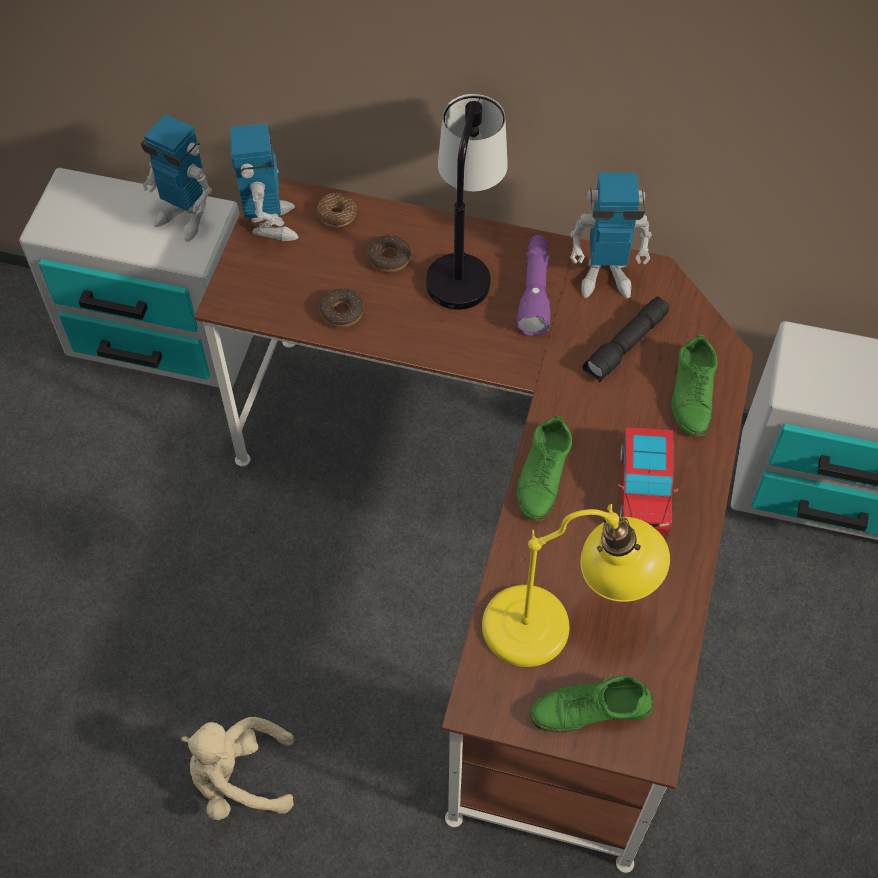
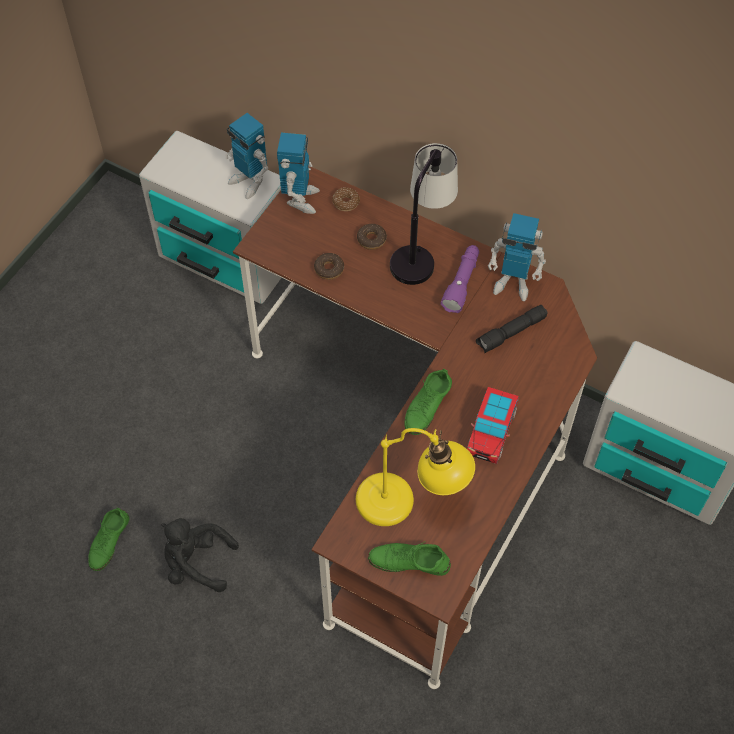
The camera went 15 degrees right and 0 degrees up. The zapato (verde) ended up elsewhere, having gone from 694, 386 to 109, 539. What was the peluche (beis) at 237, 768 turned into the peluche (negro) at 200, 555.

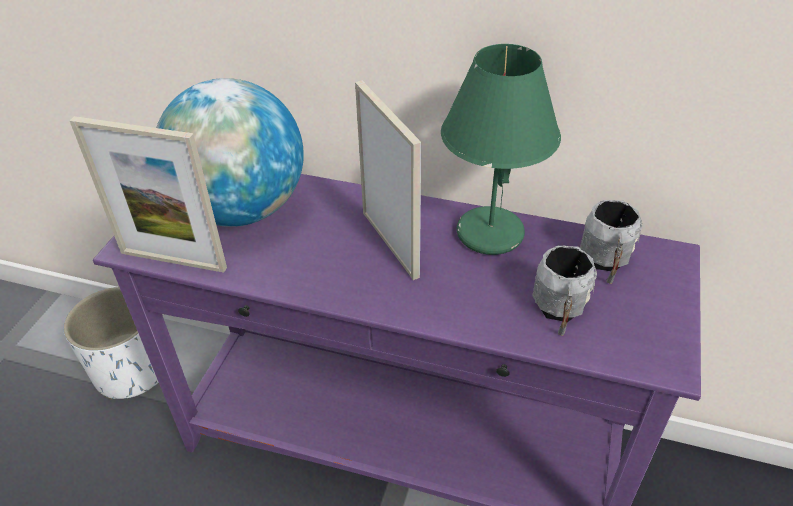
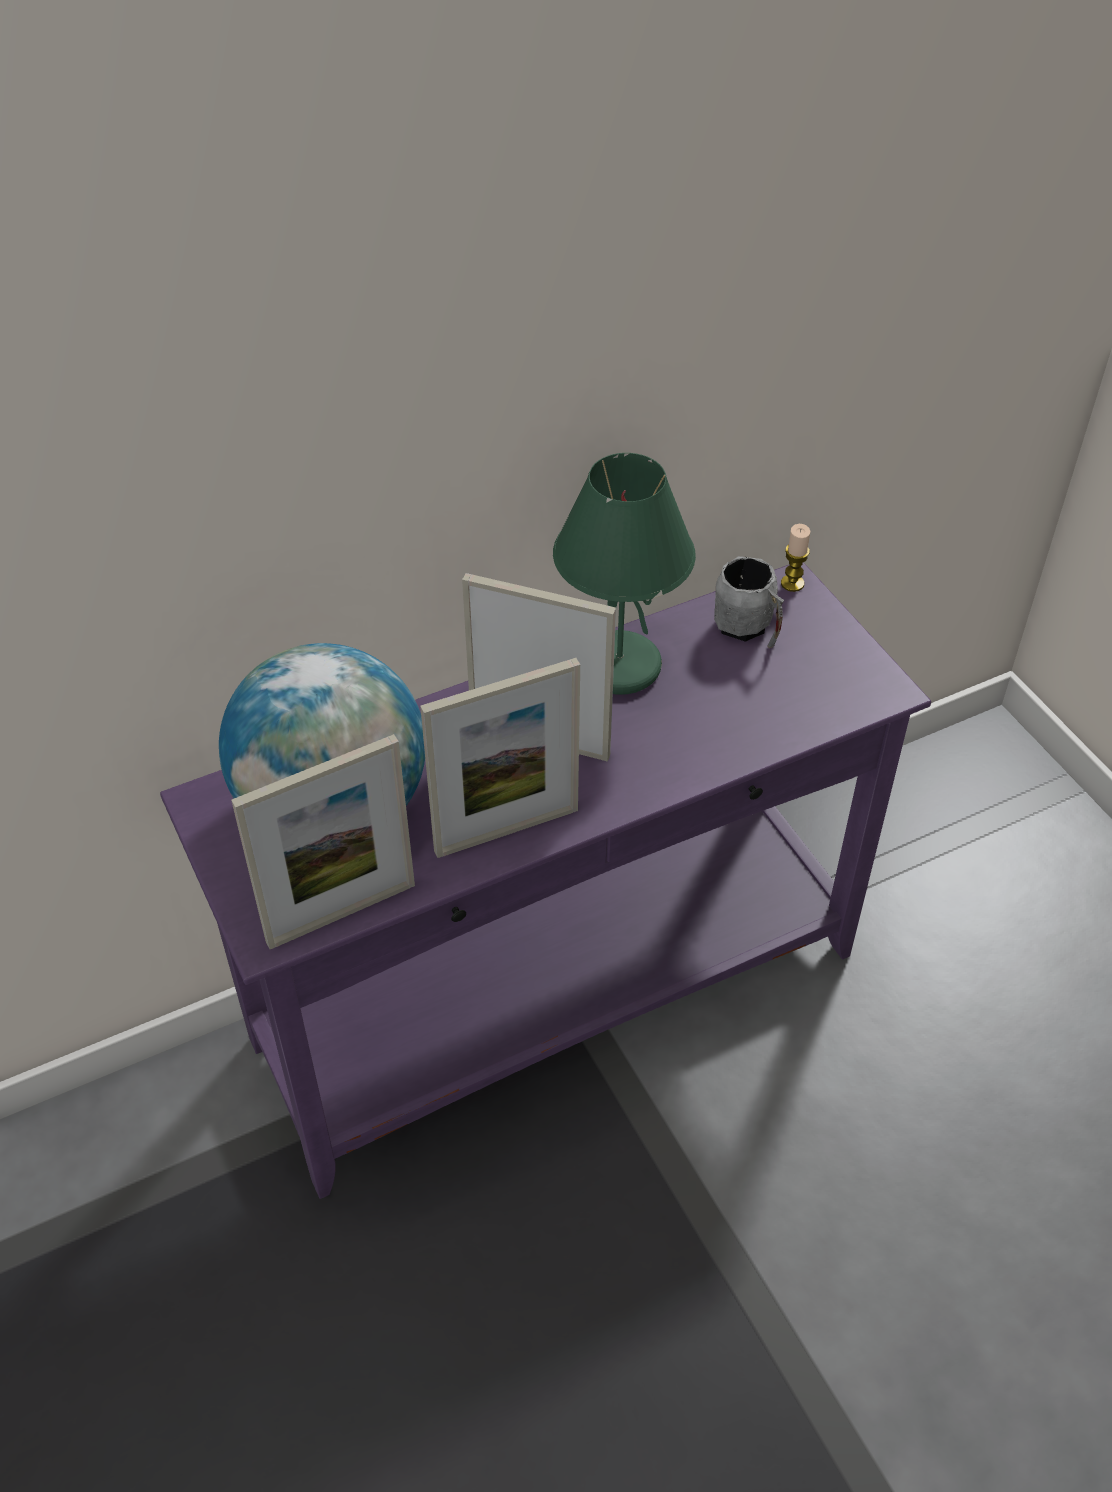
The camera went 45 degrees left and 5 degrees up. The second view gained the portarretratos at 500, 758. The second view gained the vela at 795, 558. The second view lost the maceta (blanco) at 111, 343. The second view lost the taza grande (gris) at 564, 290.

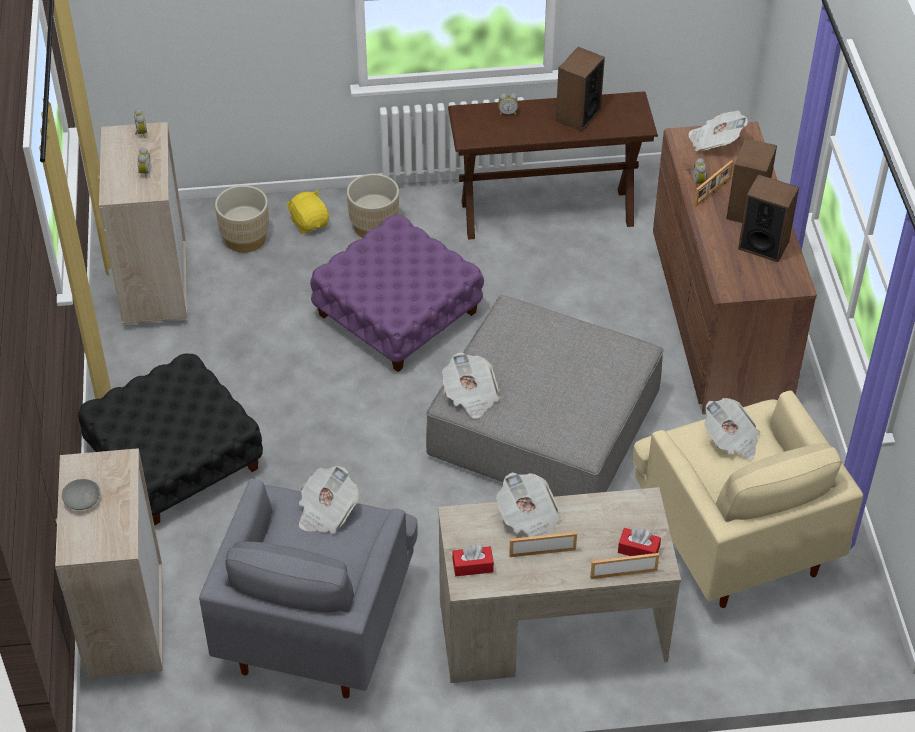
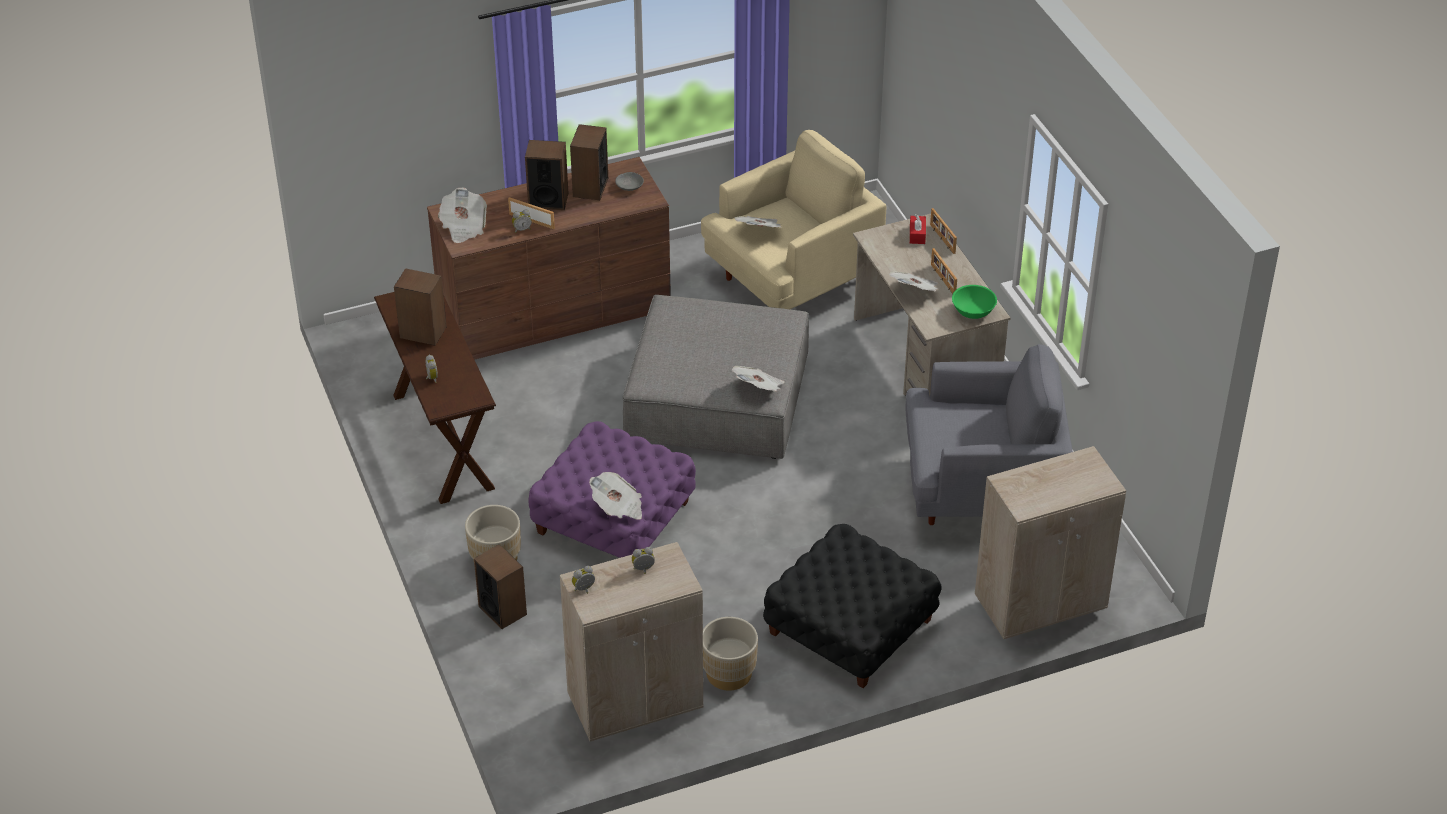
The camera went 105 degrees left and 5 degrees down. Where the peluche (amarillo) stood at 307, 212, the altavoz came to stand at 500, 586. The periódico ended up elsewhere, having gone from 329, 500 to 615, 496. The cuenco (gris) ended up elsewhere, having gone from 81, 494 to 629, 181. The maceta (beis) ended up elsewhere, having gone from 242, 219 to 730, 654. Where the caja de pañuelos (rojo) stood at 473, 560, the cuenco (verde) came to stand at 974, 302.

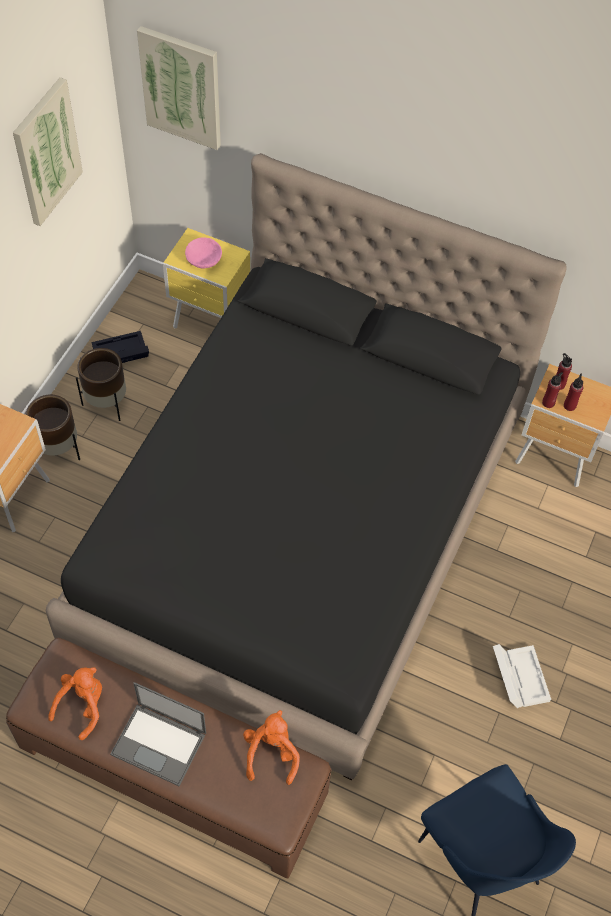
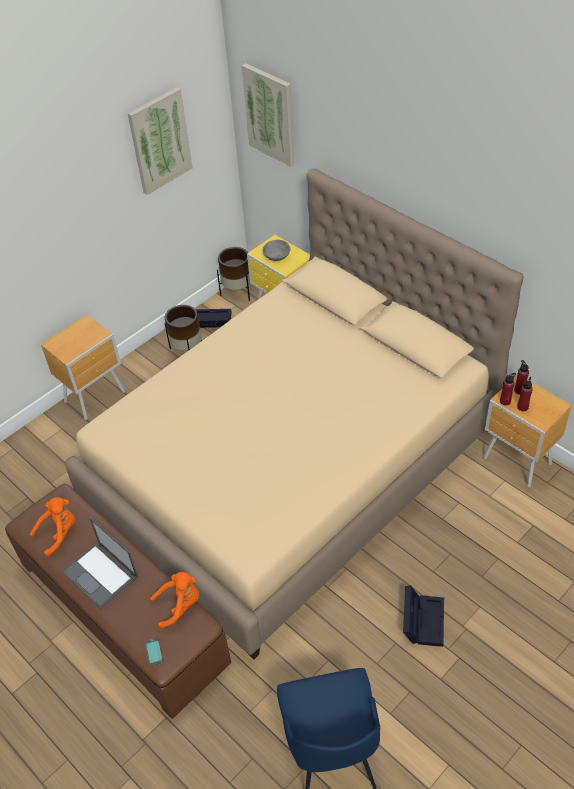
The camera went 25 degrees right and 10 degrees down. What was the cama (negro) at 306, 466 turned into the cama (beis) at 294, 414. The second view gained the móvil at 154, 651. The peluche (naranja) at 271, 747 ended up facing another way, 45 degrees clockwise from before. The maceta (marrón) ended up elsewhere, having gone from 53, 428 to 233, 274. What was the cuenco (rosa) at 203, 252 turned into the cuenco (gris) at 276, 250. What was the caja de almacenaje (blanco) at 522, 676 turned into the caja de almacenaje (negro) at 423, 616.

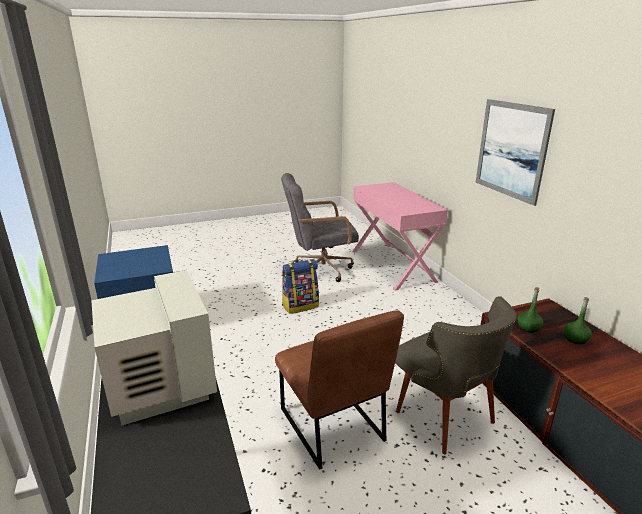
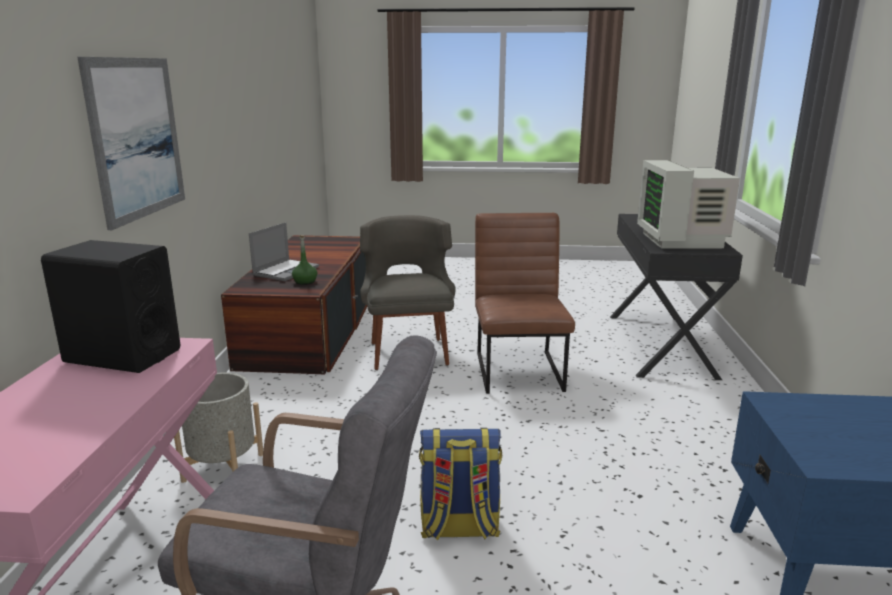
The camera went 155 degrees left and 5 degrees down. The second view gained the altavoz (negro) at 110, 306. The second view gained the maceta (gris) at 218, 427. Where the botella (verde) stood at 578, 320, the portátil came to stand at 284, 251.

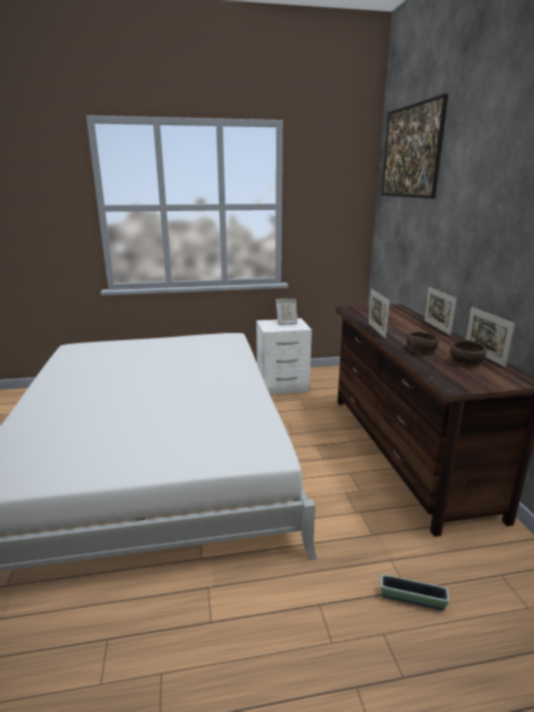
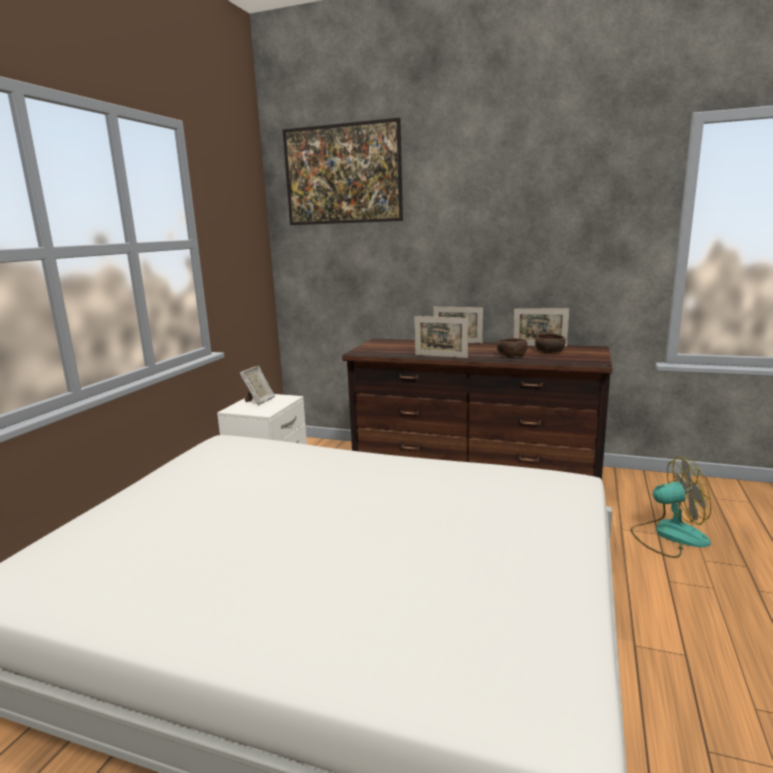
The camera went 60 degrees left and 5 degrees down. Where the maceta stood at 415, 592, the ventilador came to stand at 670, 507.

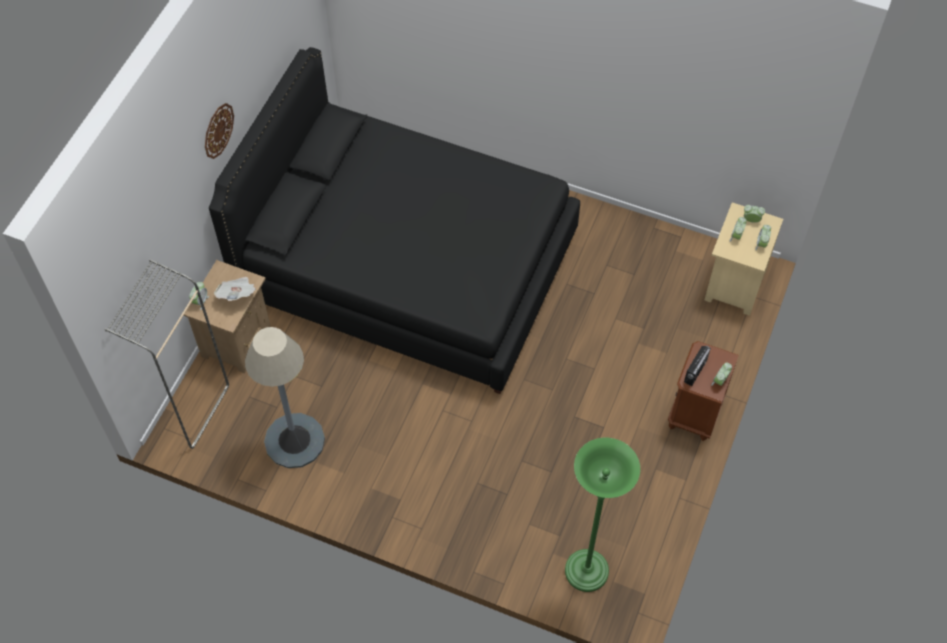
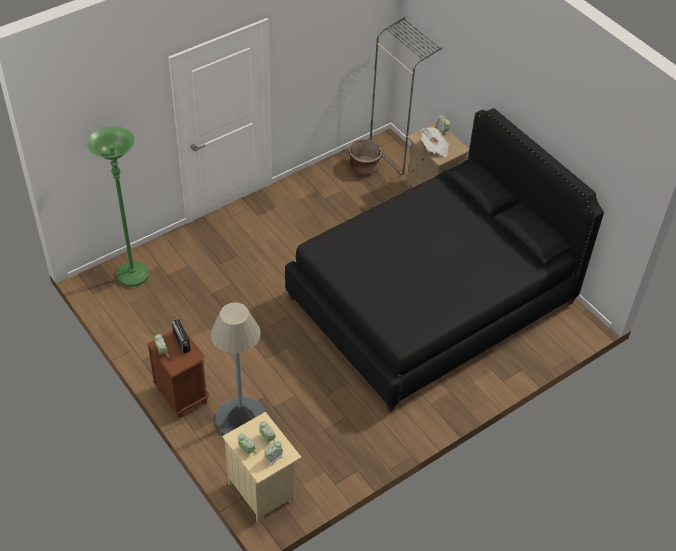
The camera went 120 degrees right and 10 degrees down. The lámpara de pie (gris) ended up elsewhere, having gone from 285, 397 to 238, 368. The second view gained the maceta (marrón) at 366, 157. The second view lost the reloj de pared at 219, 131.

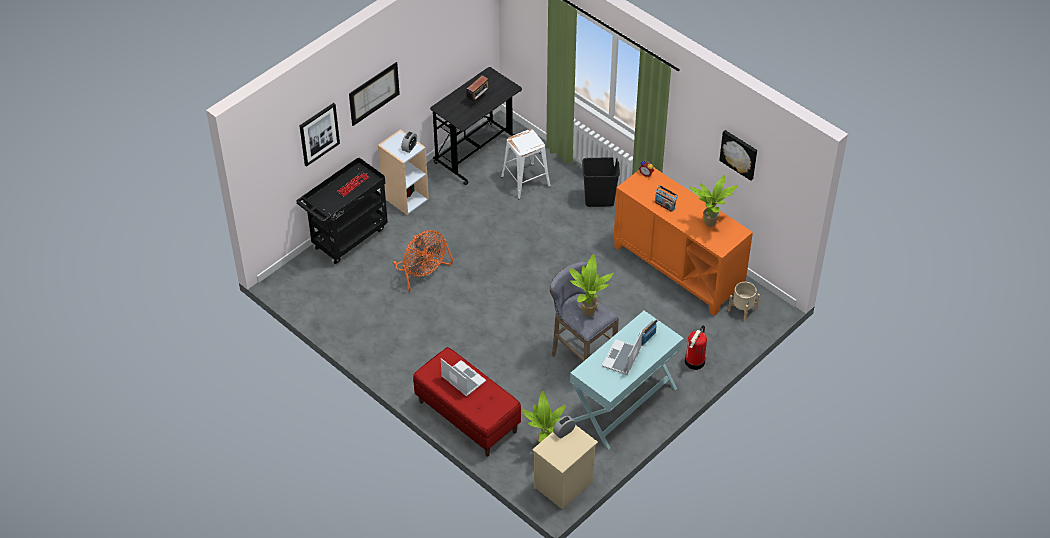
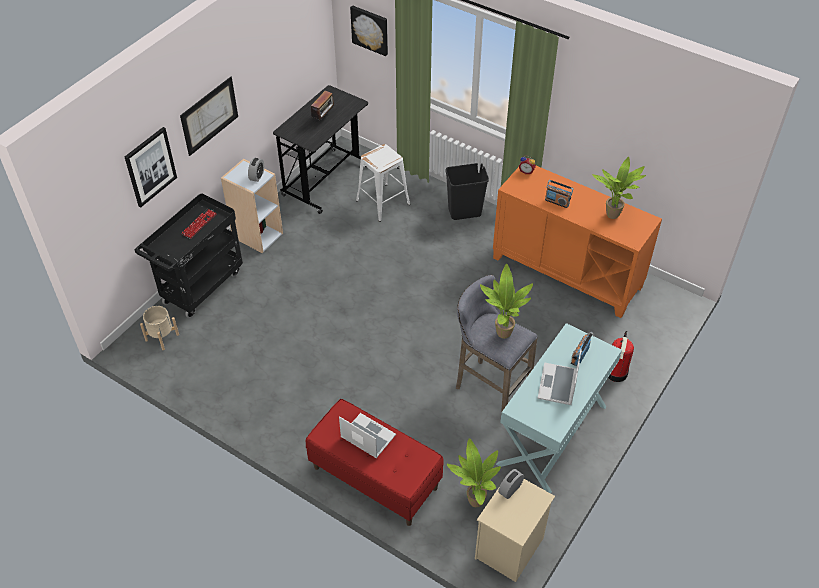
The camera went 10 degrees left and 0 degrees up. The maceta (beis) ended up elsewhere, having gone from 744, 301 to 159, 328. The cuadro ended up elsewhere, having gone from 738, 155 to 369, 30. The second view lost the ventilador (naranja) at 423, 261.

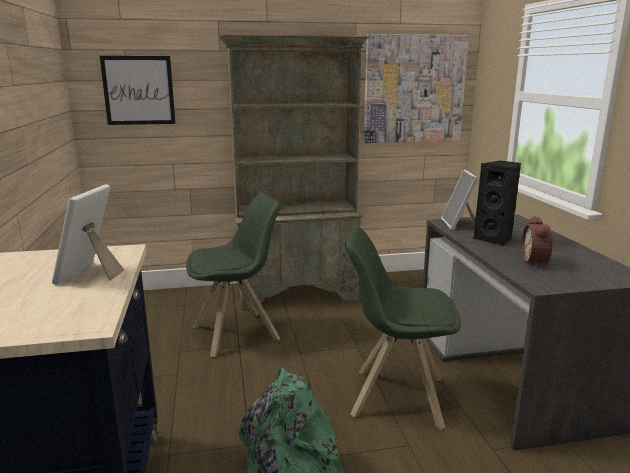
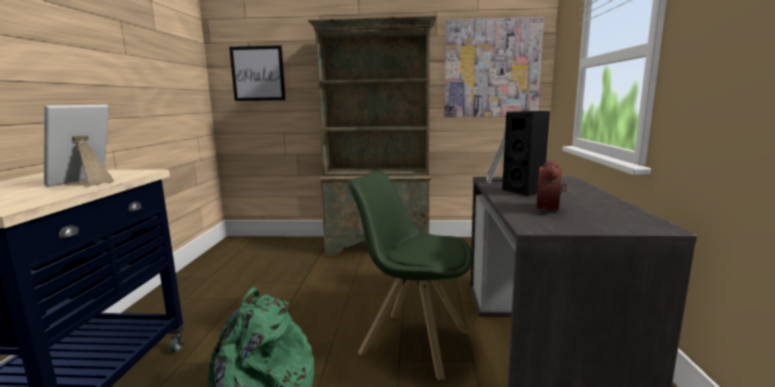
The camera went 15 degrees right and 5 degrees down. The second view lost the silla (verde) at 233, 275.

